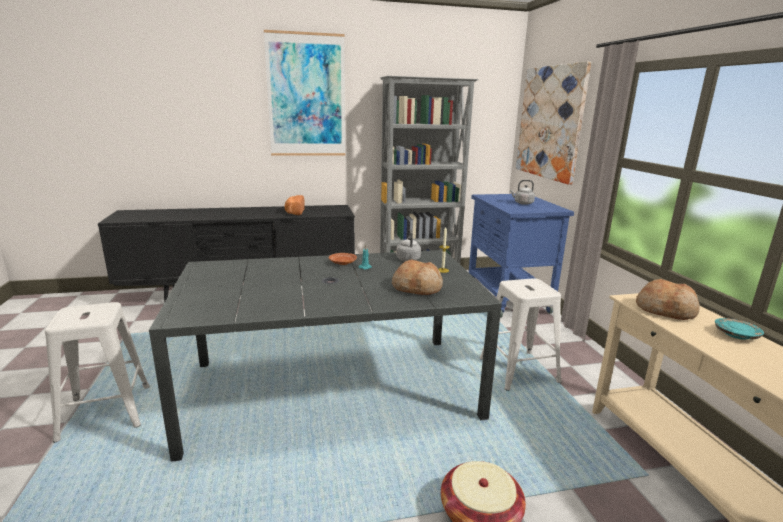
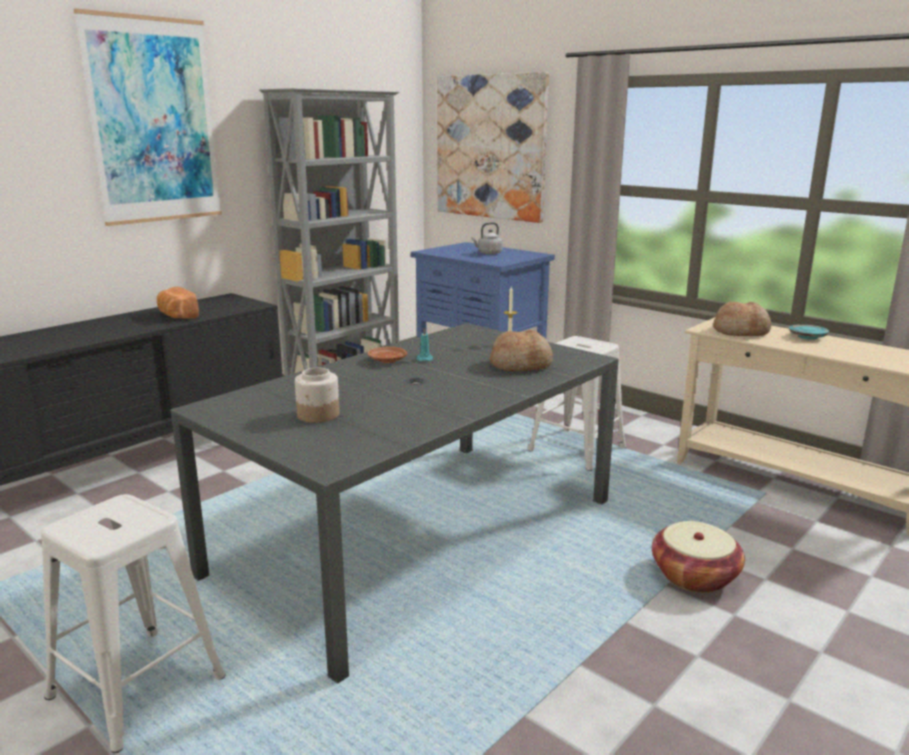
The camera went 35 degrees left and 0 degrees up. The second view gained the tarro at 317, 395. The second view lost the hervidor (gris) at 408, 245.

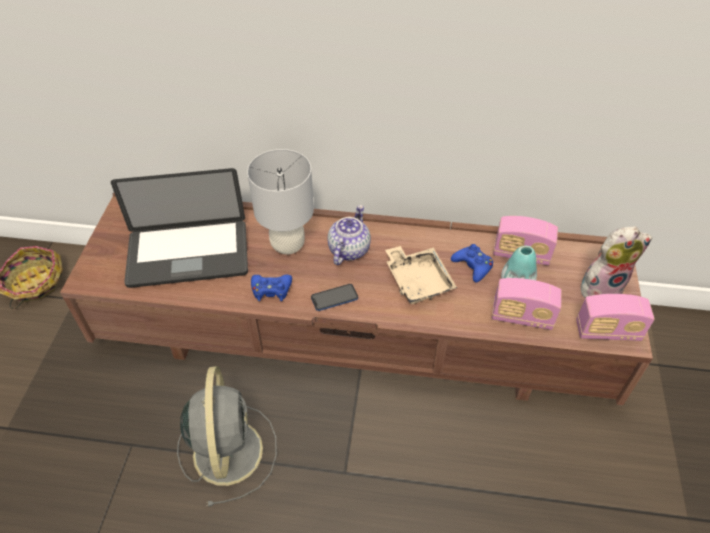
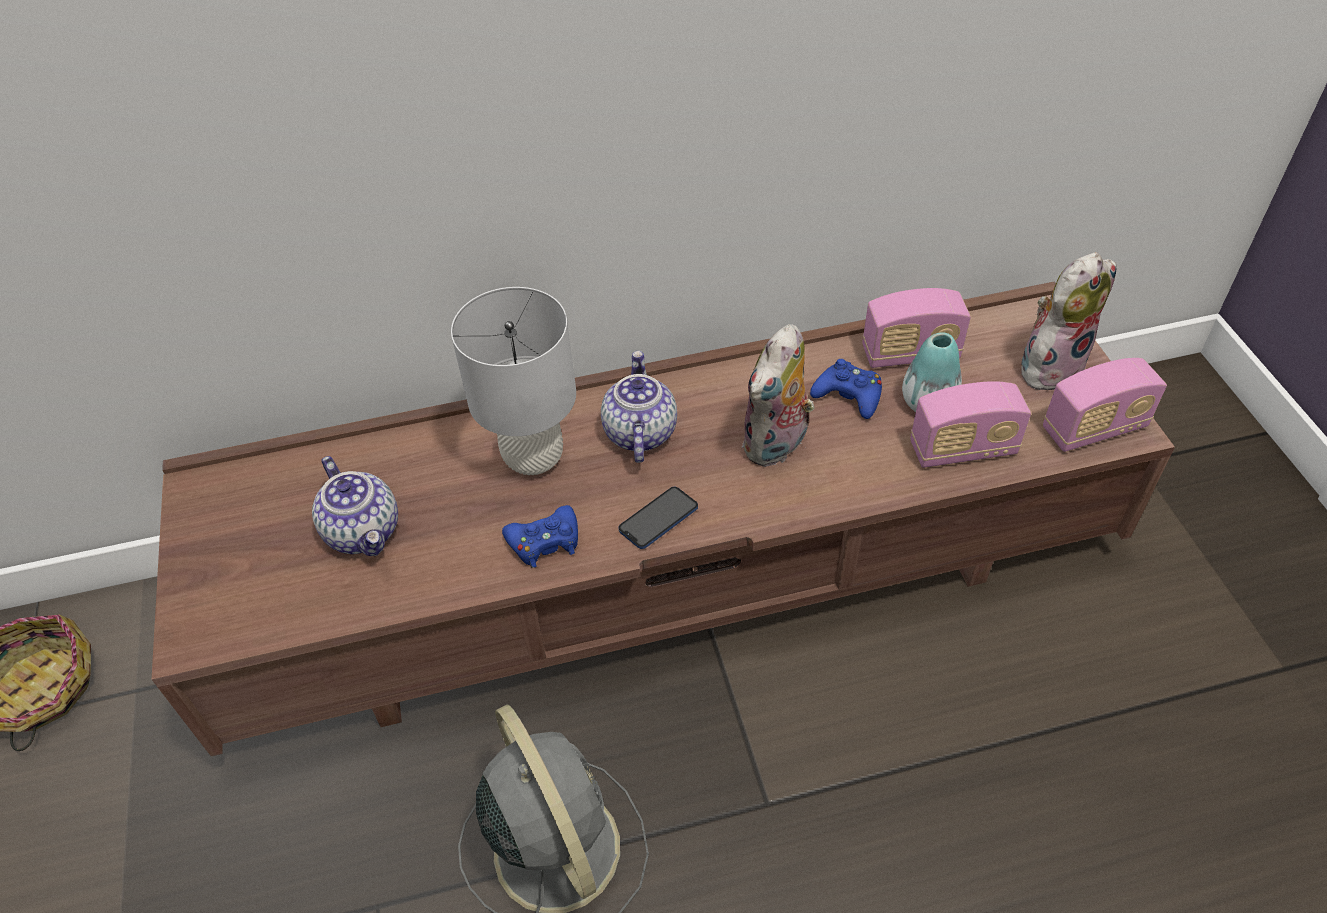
The camera went 20 degrees left and 0 degrees up. Where the portátil stood at 179, 228, the tetera came to stand at 355, 506. Where the bandeja (beis) stood at 421, 275, the peluche came to stand at 778, 395.

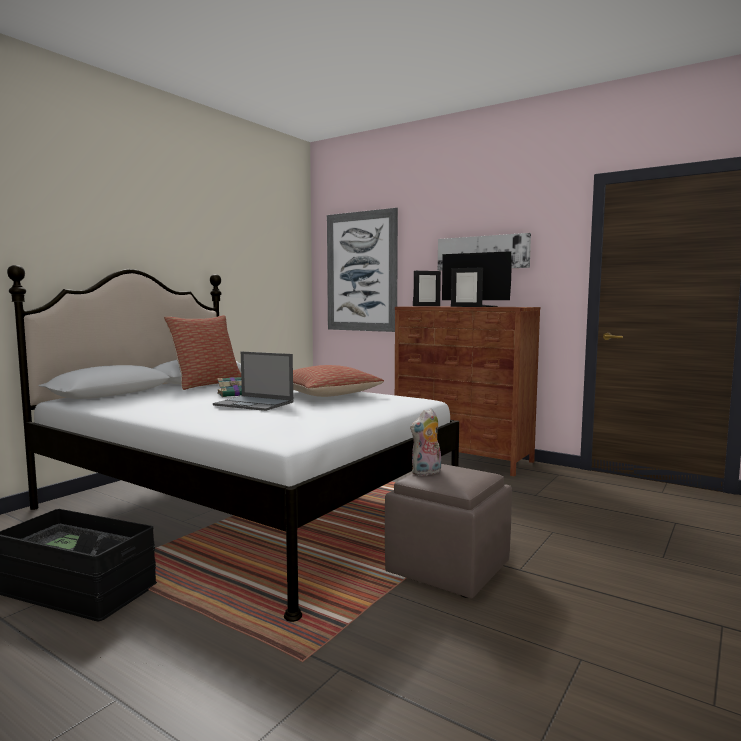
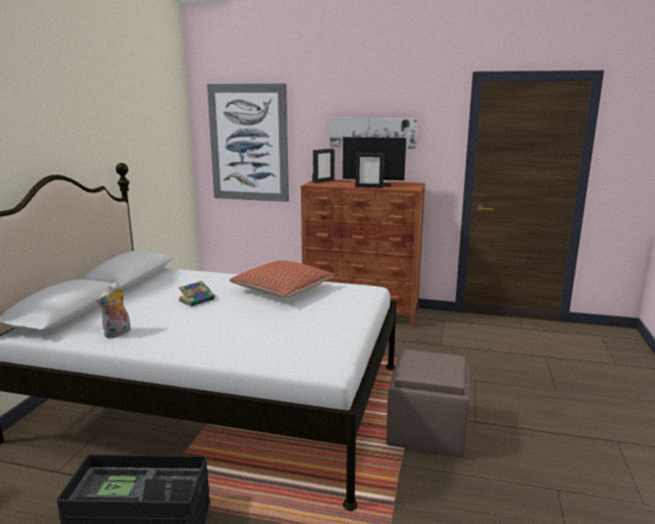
The camera went 20 degrees left and 10 degrees up. The peluche ended up elsewhere, having gone from 425, 442 to 113, 309. The second view lost the cojín at 202, 352. The second view lost the portátil at 253, 381.

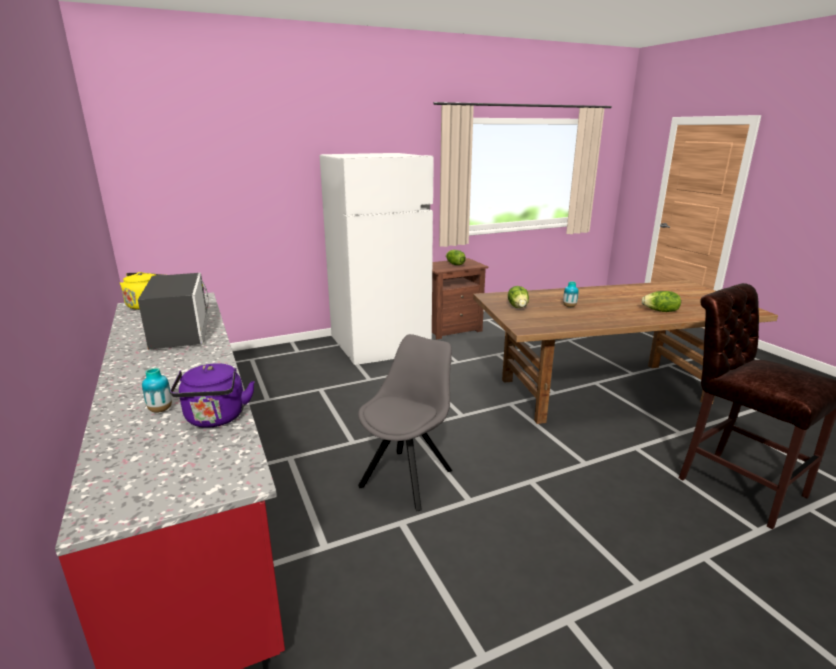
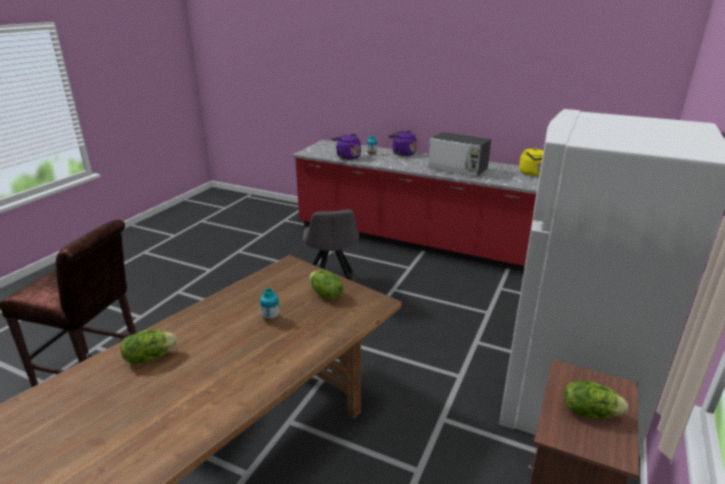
The camera went 140 degrees right and 5 degrees up. The second view gained the hervidor (morado) at 402, 143.

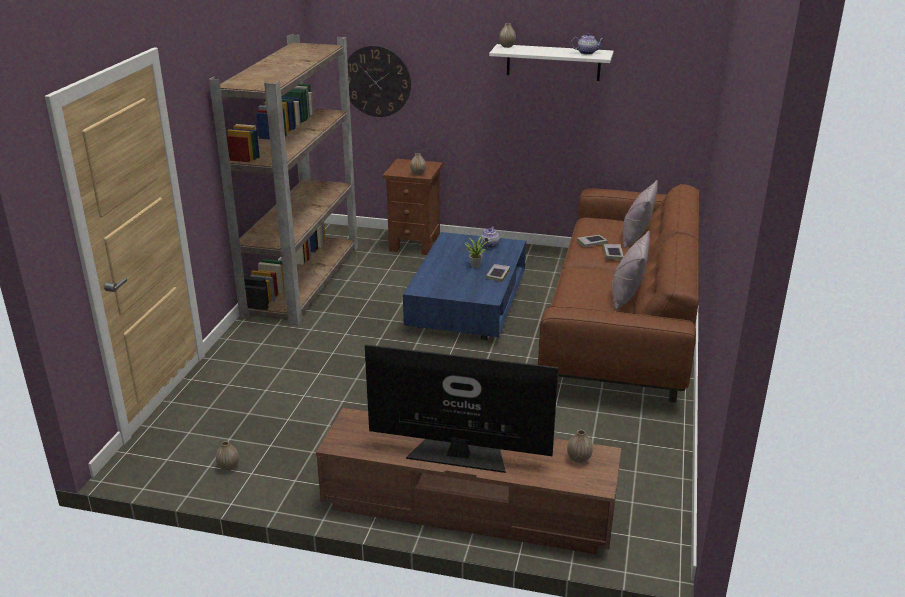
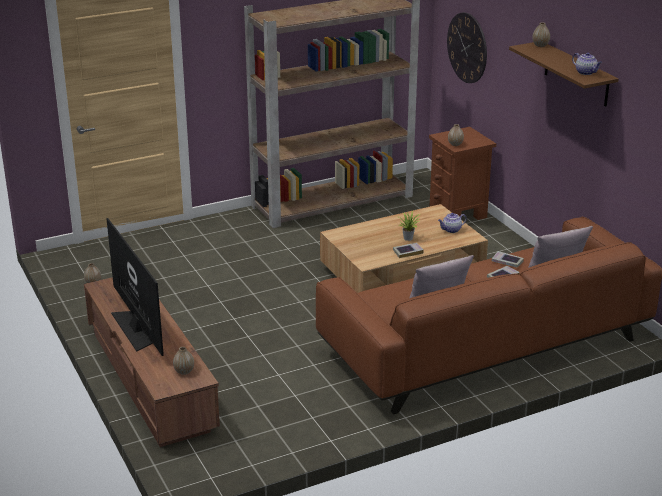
The camera went 50 degrees right and 0 degrees up. What was the mesa de centro (azul) at 464, 286 turned into the mesa de centro (marrón) at 404, 248. What was the estante (blanco) at 551, 62 turned into the estante (marrón) at 563, 74.

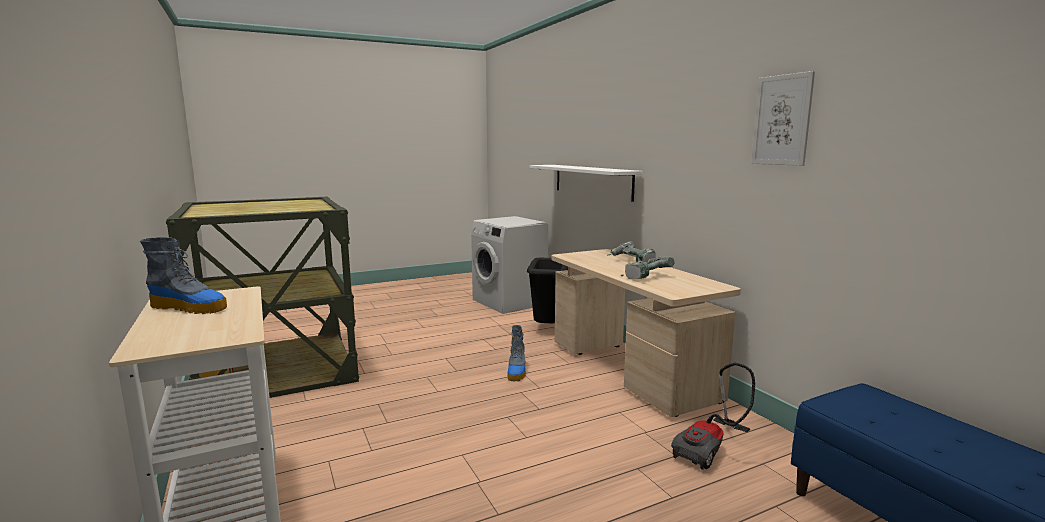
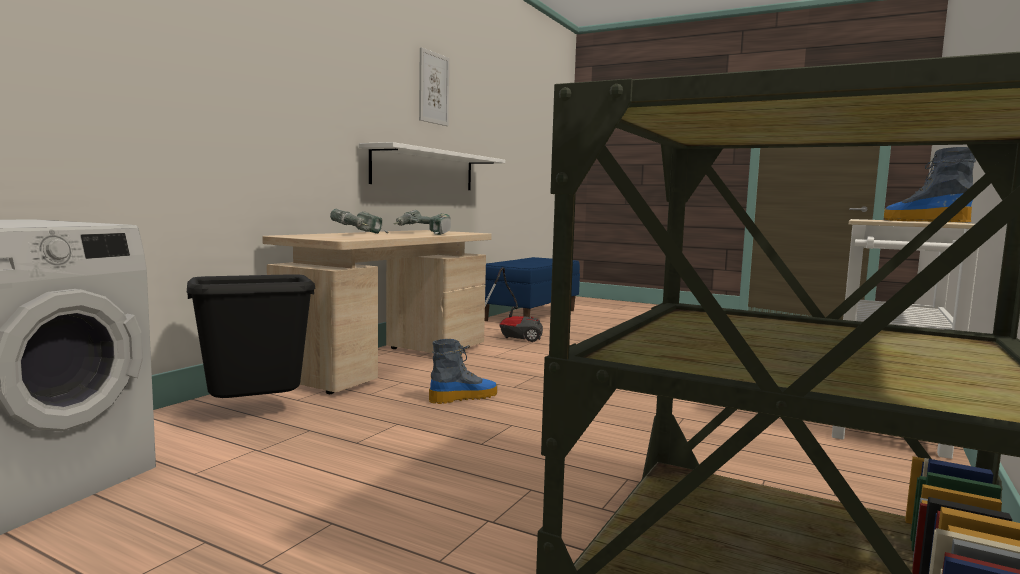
The camera went 125 degrees left and 5 degrees down. The estante (blanco) ended up elsewhere, having gone from 586, 183 to 432, 166.

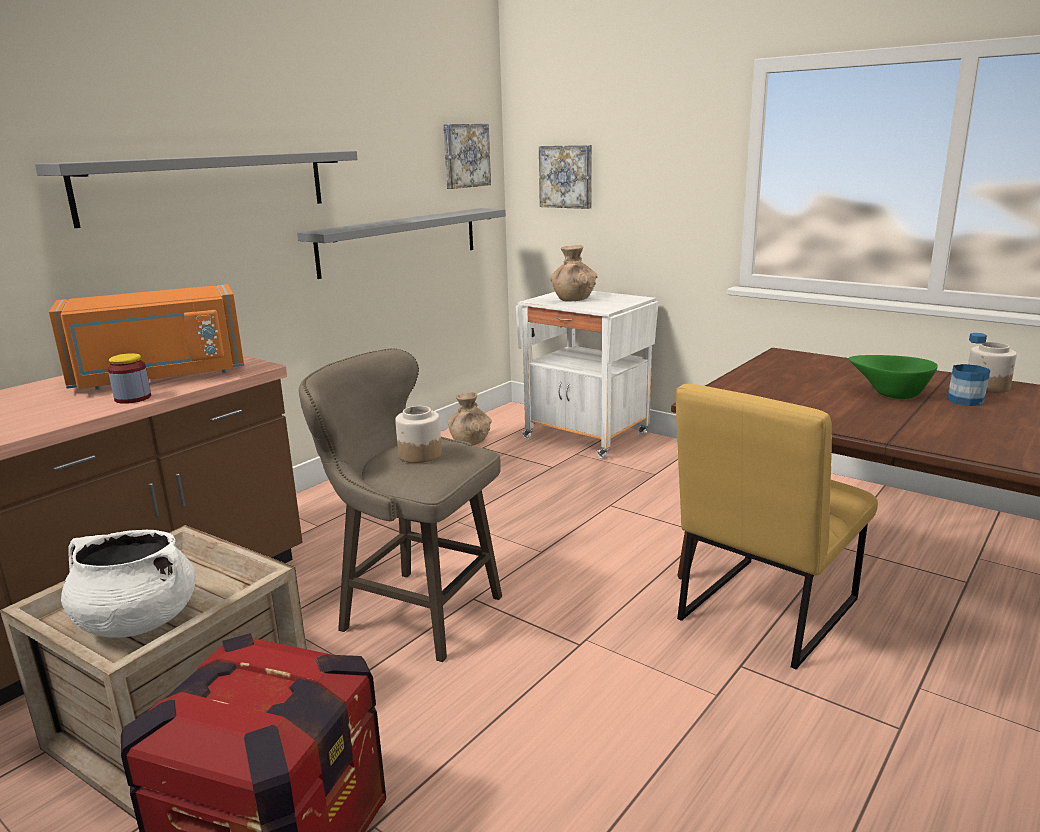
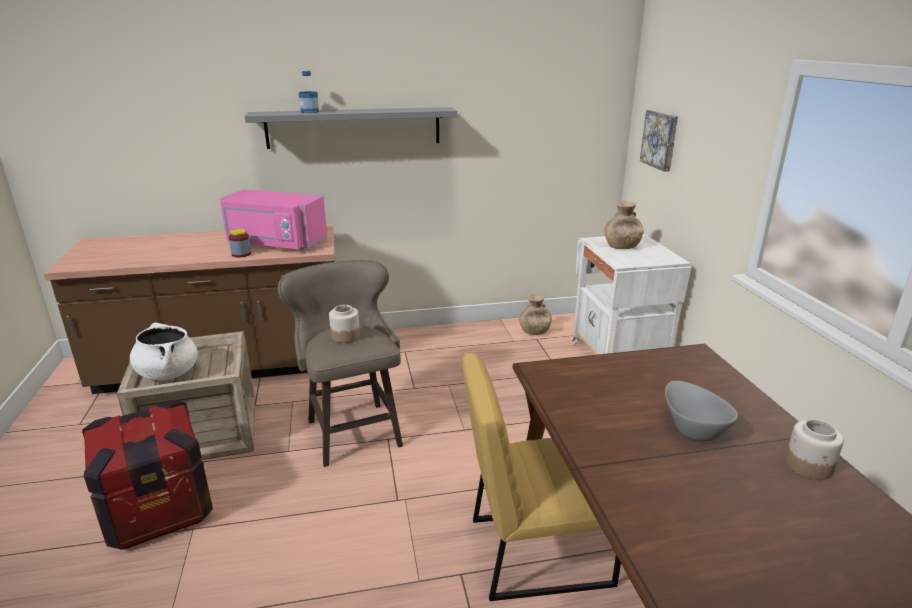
The camera went 40 degrees right and 5 degrees up. What was the microondas (naranja) at 146, 337 turned into the microondas (rosa) at 273, 219. The botella ended up elsewhere, having gone from 968, 369 to 309, 92. What was the cuenco (verde) at 893, 377 turned into the cuenco (gris) at 701, 411. The second view lost the estante (gris) at 401, 243. The second view lost the cuadro at 467, 156.

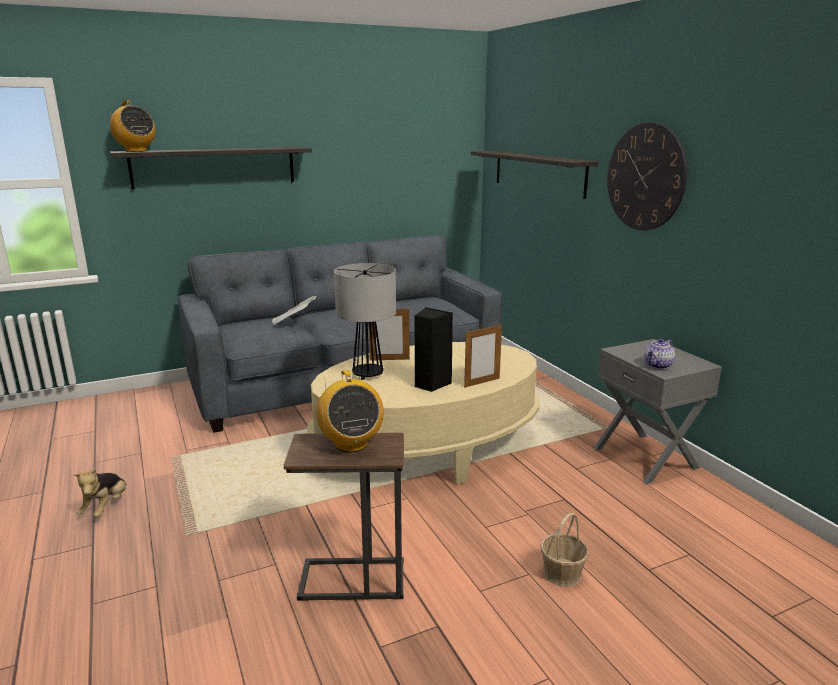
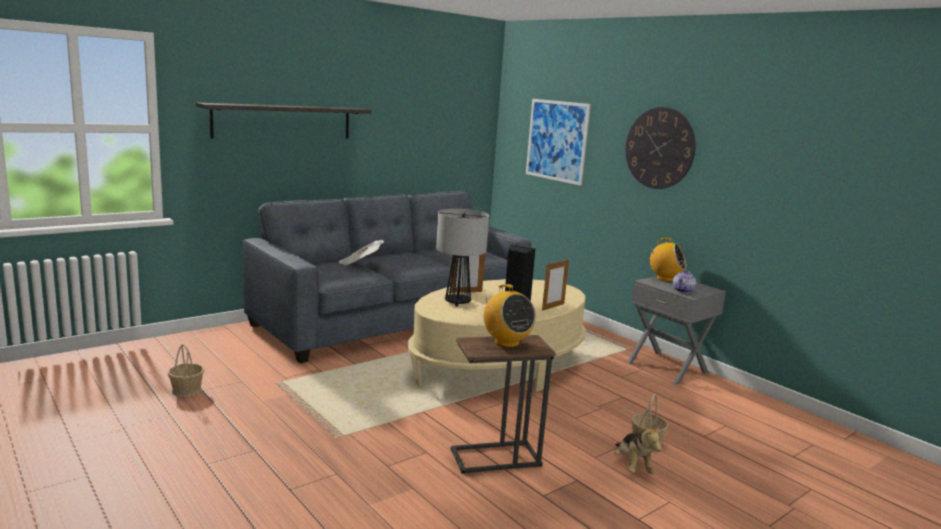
The camera went 15 degrees left and 5 degrees down. The second view gained the cesta at 186, 370. Where the estante hung at 535, 175, the cuadro came to hang at 558, 142. The peluche ended up elsewhere, having gone from 100, 492 to 638, 449. The radio ended up elsewhere, having gone from 132, 126 to 667, 260.

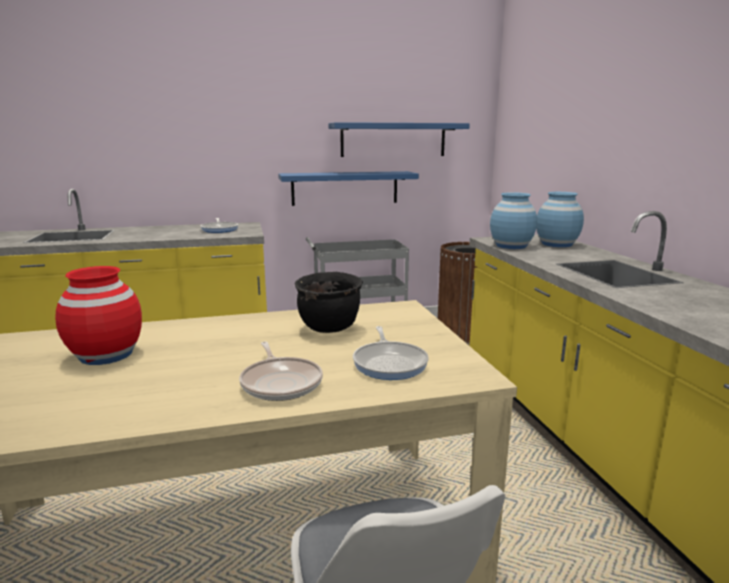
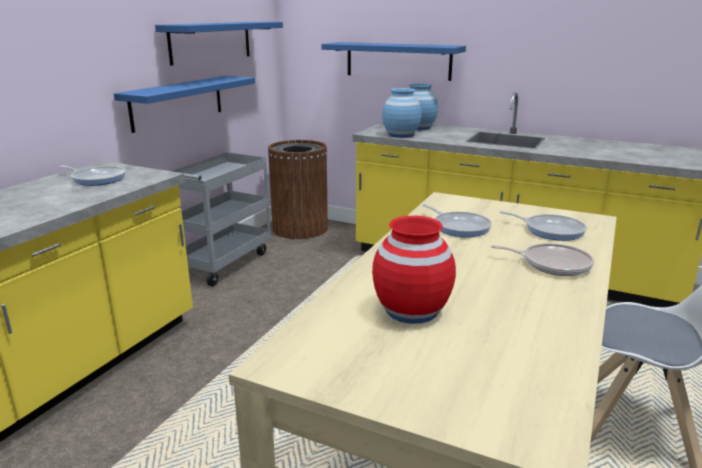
The camera went 50 degrees left and 5 degrees up. The second view gained the estante (azul) at 393, 61. Where the olla (negro) stood at 329, 302, the sartén came to stand at 457, 220.

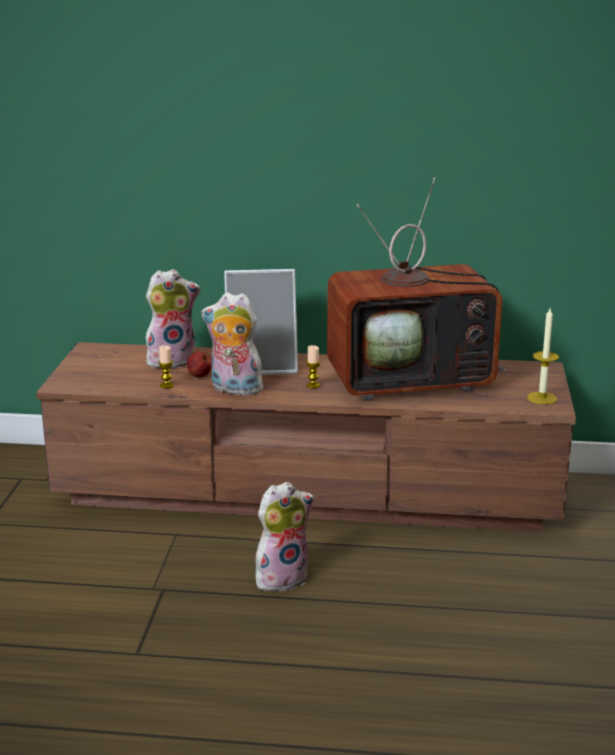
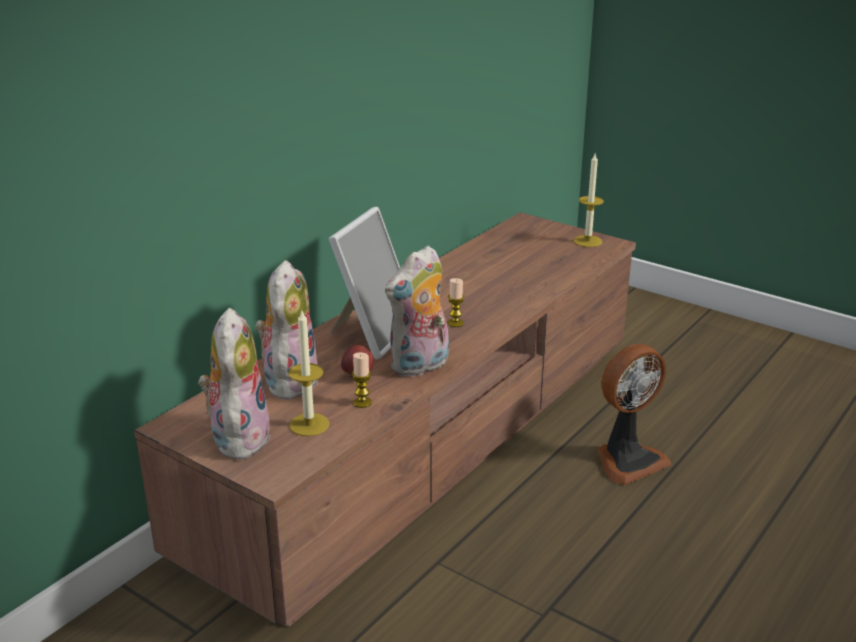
The camera went 60 degrees left and 5 degrees up. The peluche ended up elsewhere, having gone from 284, 536 to 234, 384. The second view gained the vela at 308, 373. The second view gained the ventilador at 634, 414. The second view lost the televisor at 417, 288.

